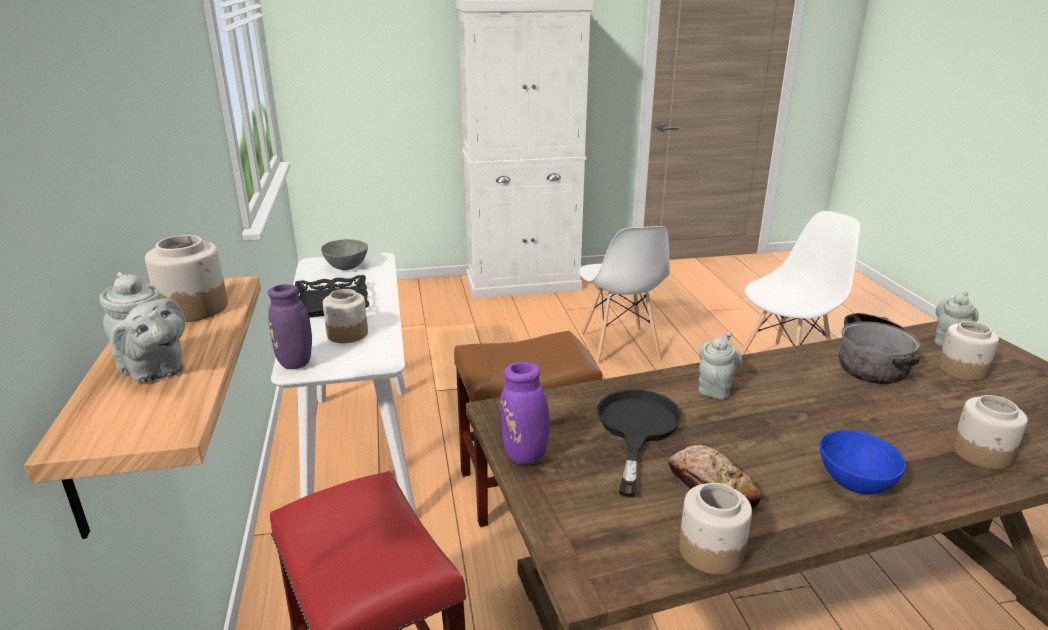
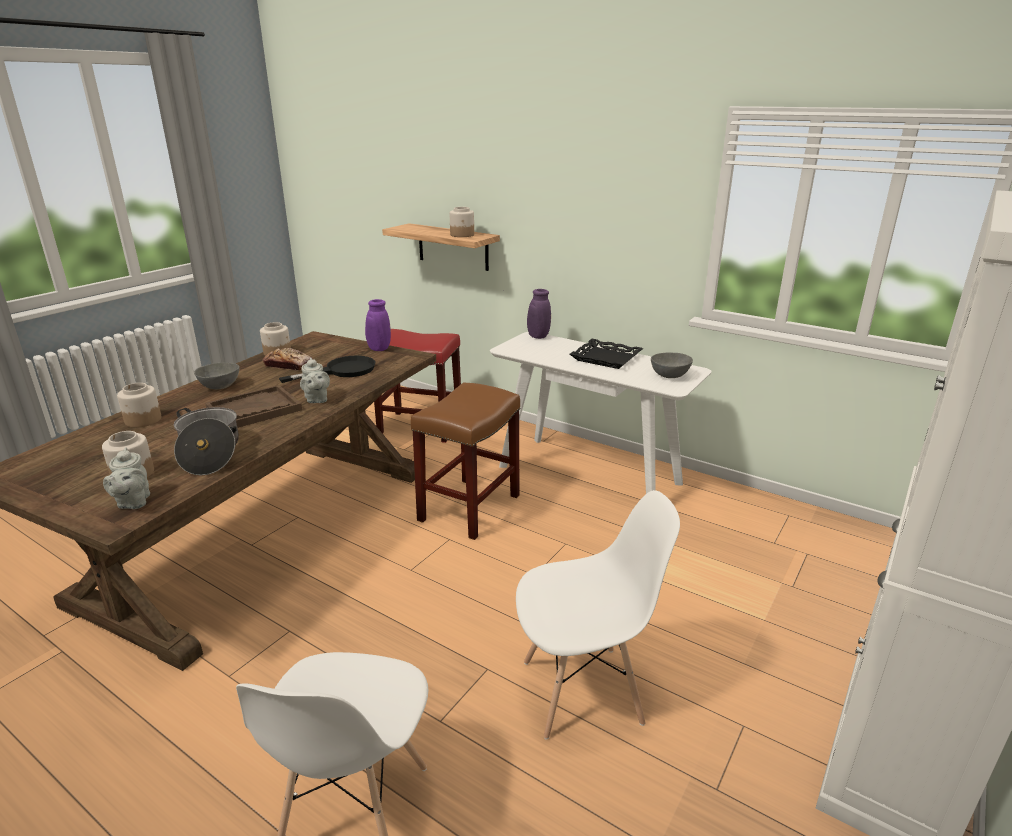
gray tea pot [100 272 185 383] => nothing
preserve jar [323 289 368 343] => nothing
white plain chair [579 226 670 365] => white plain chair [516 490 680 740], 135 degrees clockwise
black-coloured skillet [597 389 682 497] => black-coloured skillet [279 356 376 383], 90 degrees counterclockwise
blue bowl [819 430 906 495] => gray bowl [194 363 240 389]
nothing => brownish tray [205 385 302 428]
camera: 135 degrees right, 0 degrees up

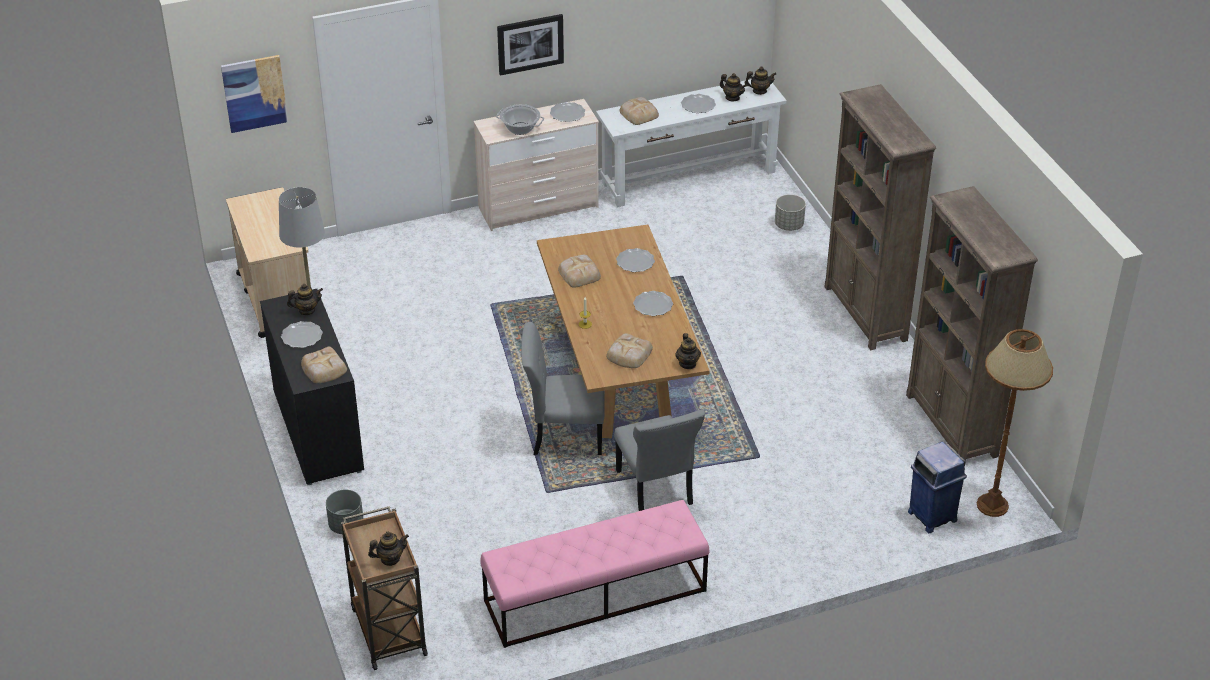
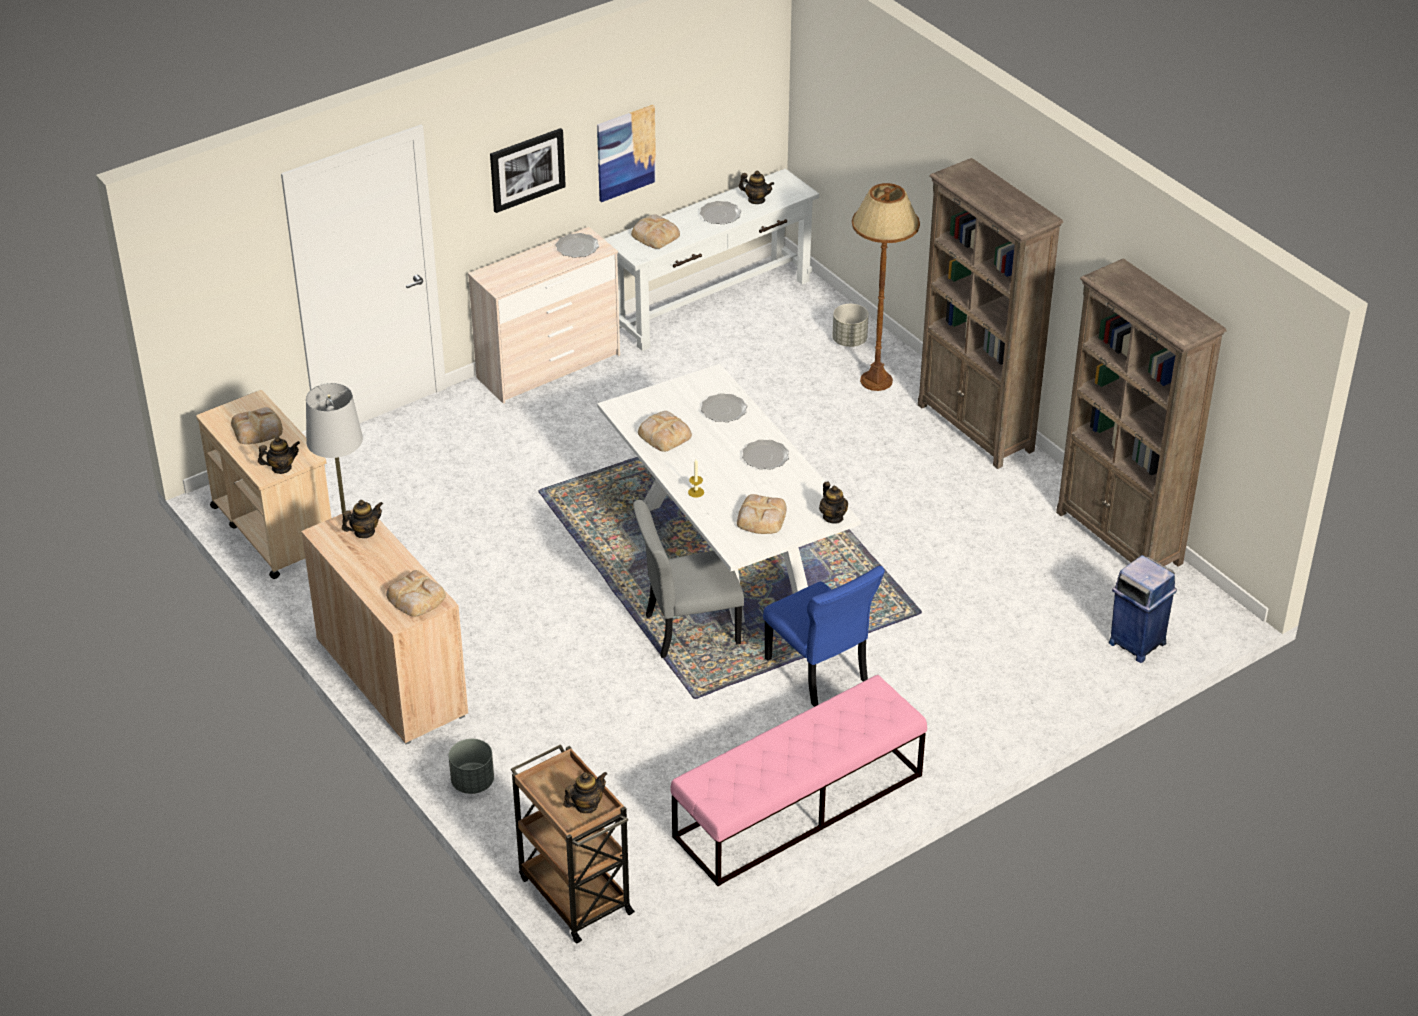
wall picture [221 55 288 133] => wall picture [597 105 656 202], moved
black-coloured cabinet [260 289 364 485] => beige cabinet [301 509 468 745]
dinner plate [281 321 323 348] => nothing
saucepot [496 104 544 135] => nothing
brownish dinner table [537 225 710 438] => white dinner table [597 364 861 624]
gray plain chair [614 410 705 511] => blue plain chair [763 566 885 707]
tea pot [744 67 776 95] => tea pot [258 437 300 474], moved
brownish standing lamp [977 329 1053 517] => brownish standing lamp [852 183 920 391], moved
nothing => baked bread [231 407 283 444]
camera: 15 degrees left, 0 degrees up

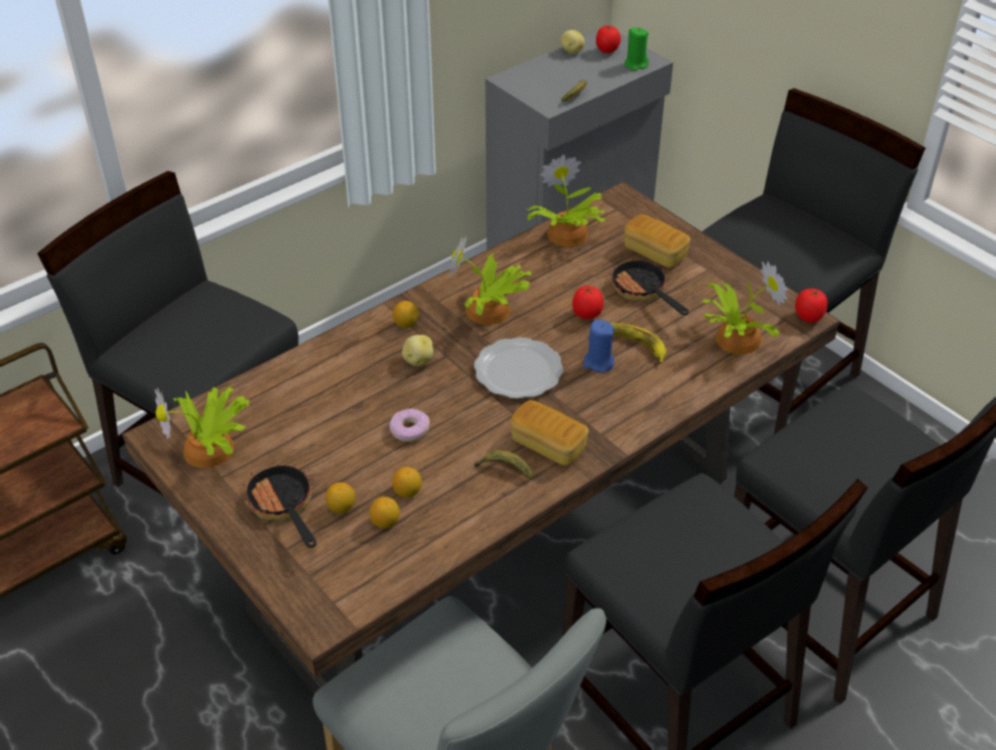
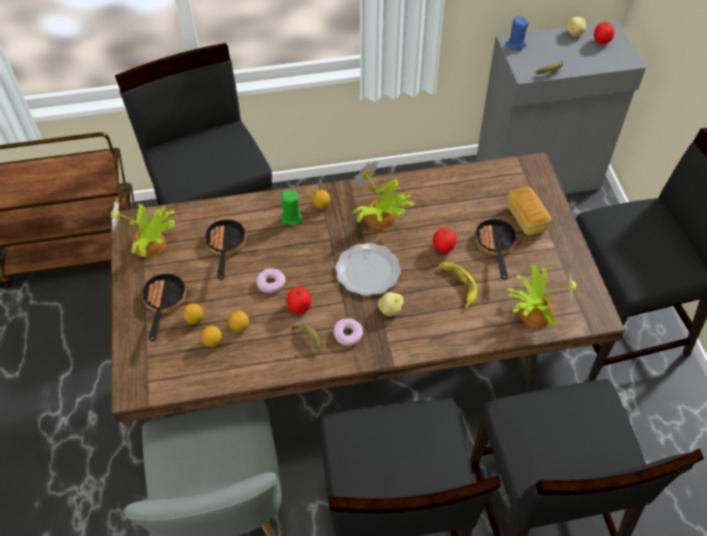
whole potato [402 335 434 366] => whole potato [378 292 404 316], moved
baked bread [511 400 589 465] => ring doughnut [333 319 363 346]
potted plant [527 155 607 247] => nothing
blue wax candle [583 319 615 372] => blue wax candle [505 16 529 50], moved
green wax candle [624 27 649 71] => green wax candle [280 190 303 226], moved
whole tomato [795 289 827 323] => whole tomato [286 287 311 314], moved
nothing => skillet [204 219 246 280]
camera: 30 degrees right, 10 degrees up

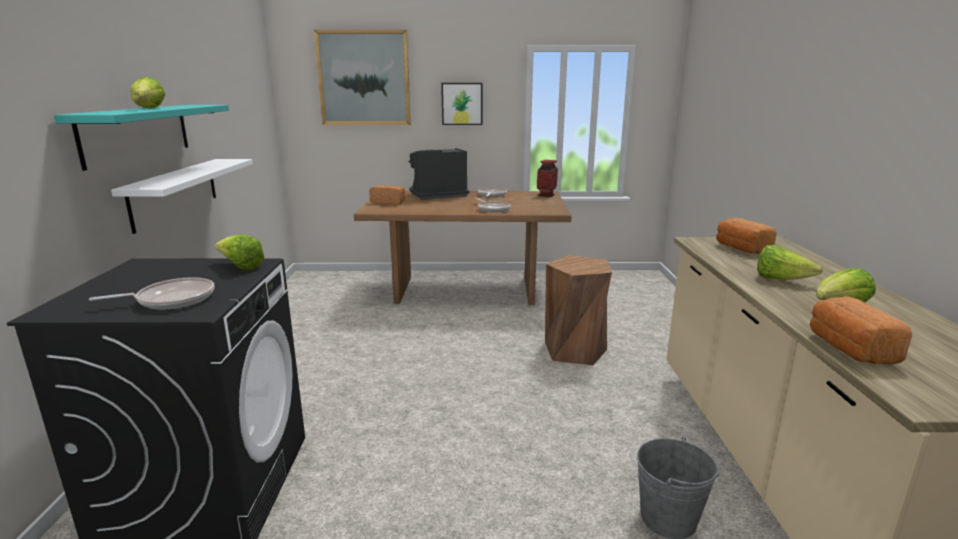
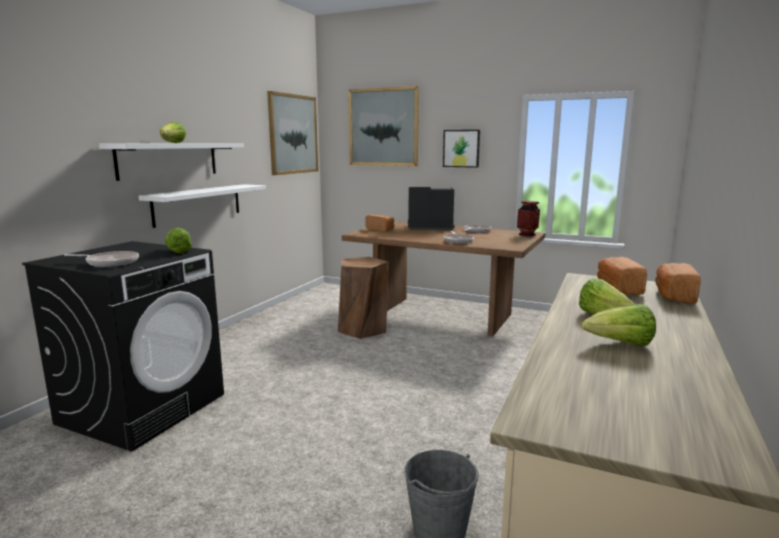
turquoise-coloured bracket shelf [54 105 229 171] => white bracket shelf [99 143 244 181]
brownish sitting stool [545 255 612 365] => brownish sitting stool [338 257 389 339], moved
baked bread [810 296 912 365] => baked bread [655 263 701 303], moved
nothing => wall picture [267 91 318 175]
camera: 25 degrees right, 5 degrees down

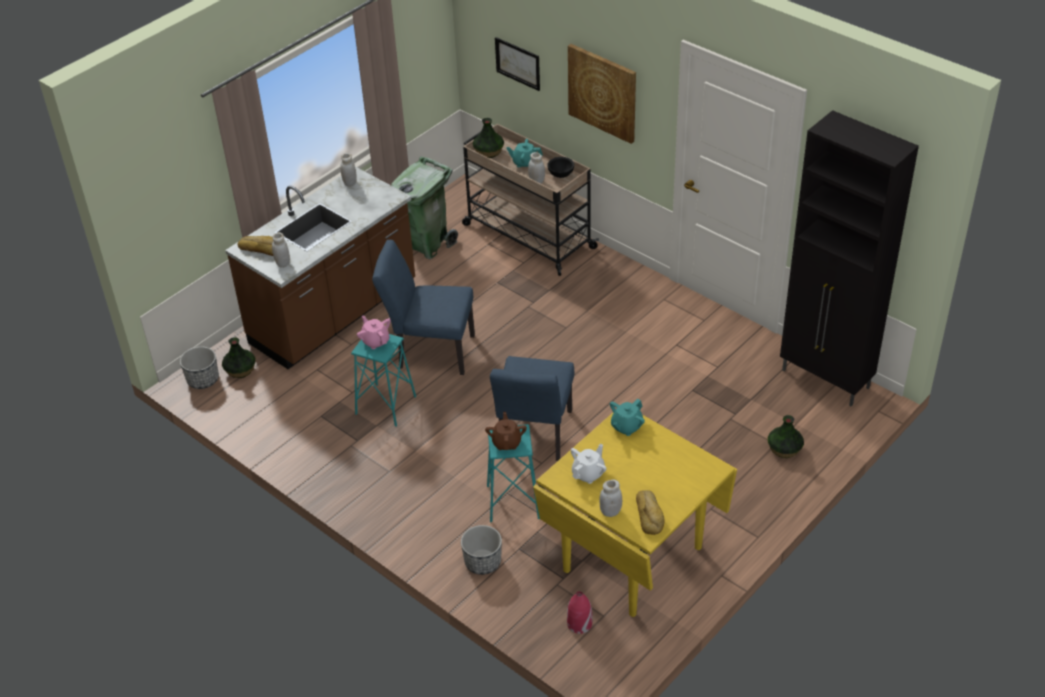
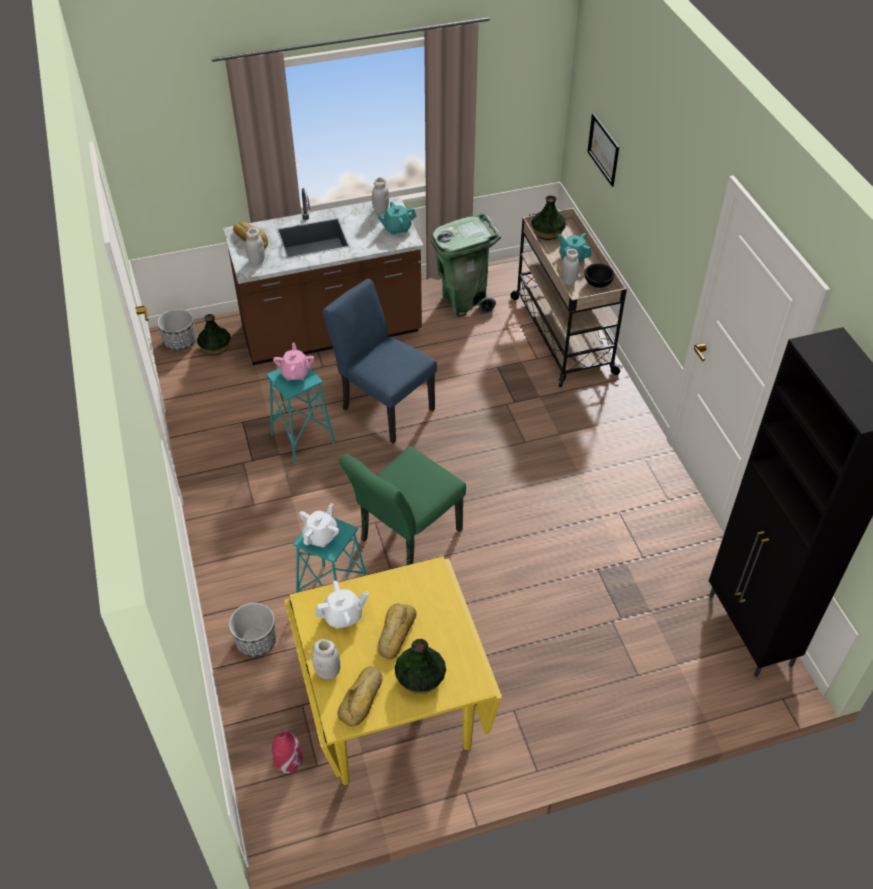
brownish tea pot [485 412 527 450] => white tea pot [299 503 339 547]
blue plain chair [490 356 574 461] => green plain chair [339 446 466 565]
wall picture [568 44 636 144] => nothing
turquoise-coloured tea pot [610 399 645 436] => turquoise-coloured tea pot [377 201 416 235], moved
flower vase [767 415 804 458] => flower vase [394 639 446 694], moved
nothing => baked bread [377 603 417 659]
camera: 30 degrees right, 5 degrees up

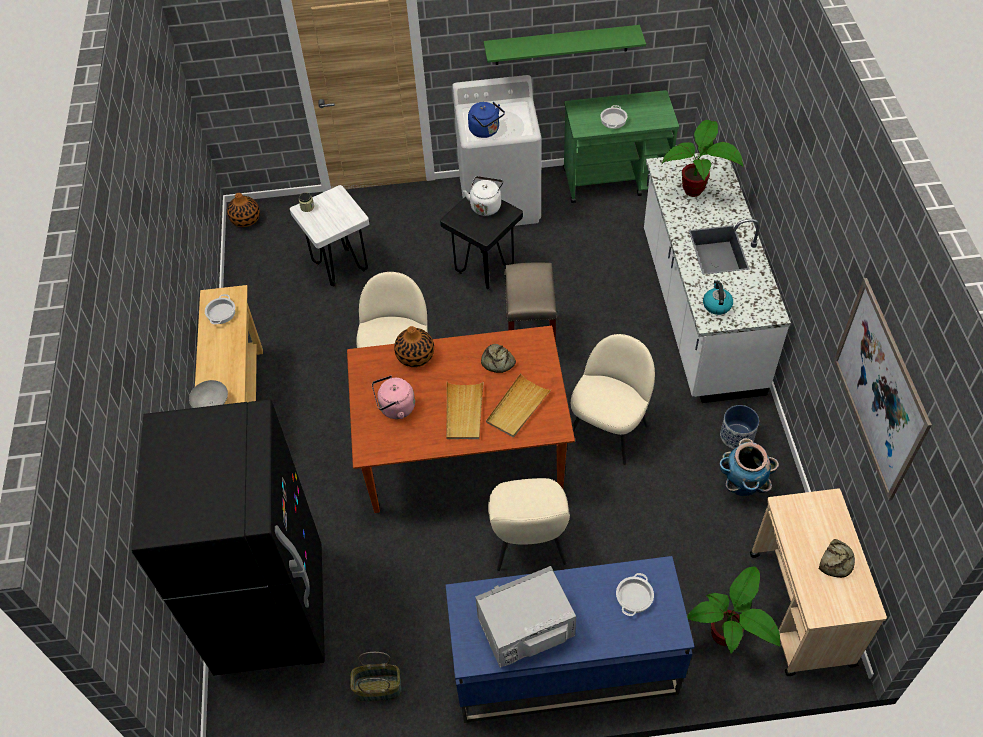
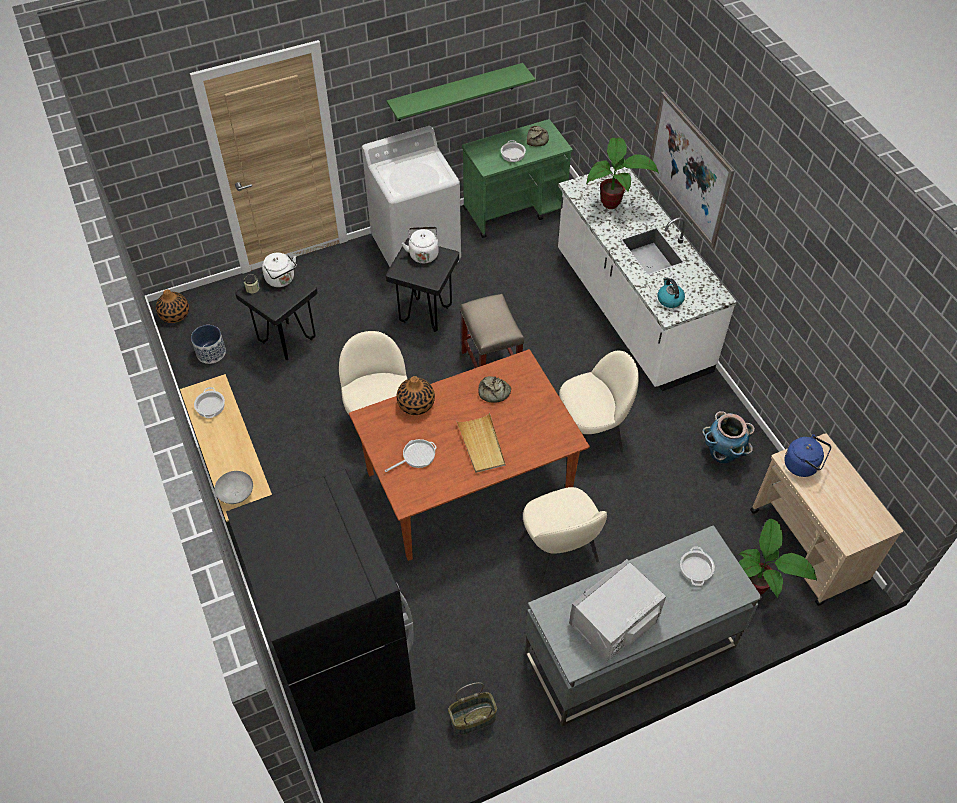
white sitting stool [290 185 369 286] => black-coloured sitting stool [235 272 318 360]
pink water kettle [372 375 415 419] => skillet [384 439 437 472]
blue desk unit [445 556 694 723] => gray desk unit [525 525 762 726]
blue water kettle [468 102 505 138] => blue water kettle [784 434 831 477], moved
beige tray [486 373 552 437] => nothing
beige plain chair [571 334 655 465] => beige plain chair [559 350 639 464], 60 degrees clockwise
flower pot [720 405 759 449] => flower pot [191 325 226 364], moved
baked bread [819 539 855 578] => baked bread [527 126 549 146], moved
wall picture [834 278 932 501] => wall picture [649 92 734 248], moved
nothing => white water kettle [262 253 297 287]
camera: 20 degrees left, 0 degrees up

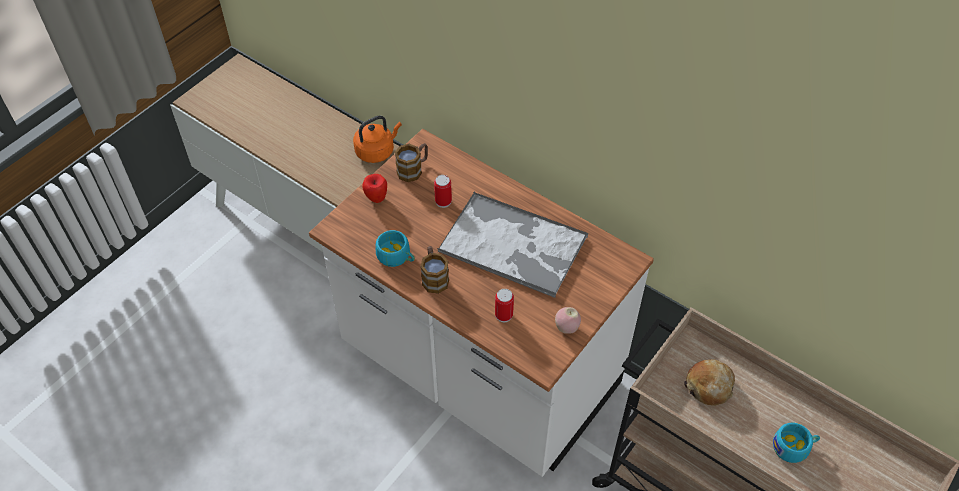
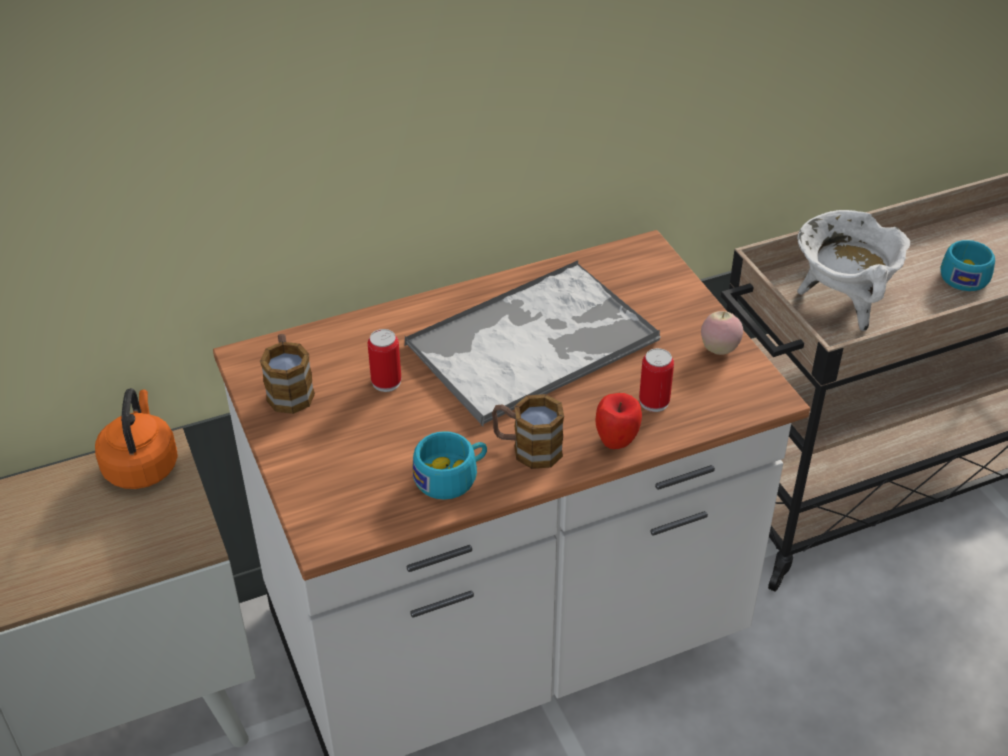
apple fruit [362 174 387 203] => apple fruit [595 393 642 449], moved
baked bread [684 359 735 406] => white saucepot [797 210 910 331]
camera: 60 degrees left, 10 degrees down

